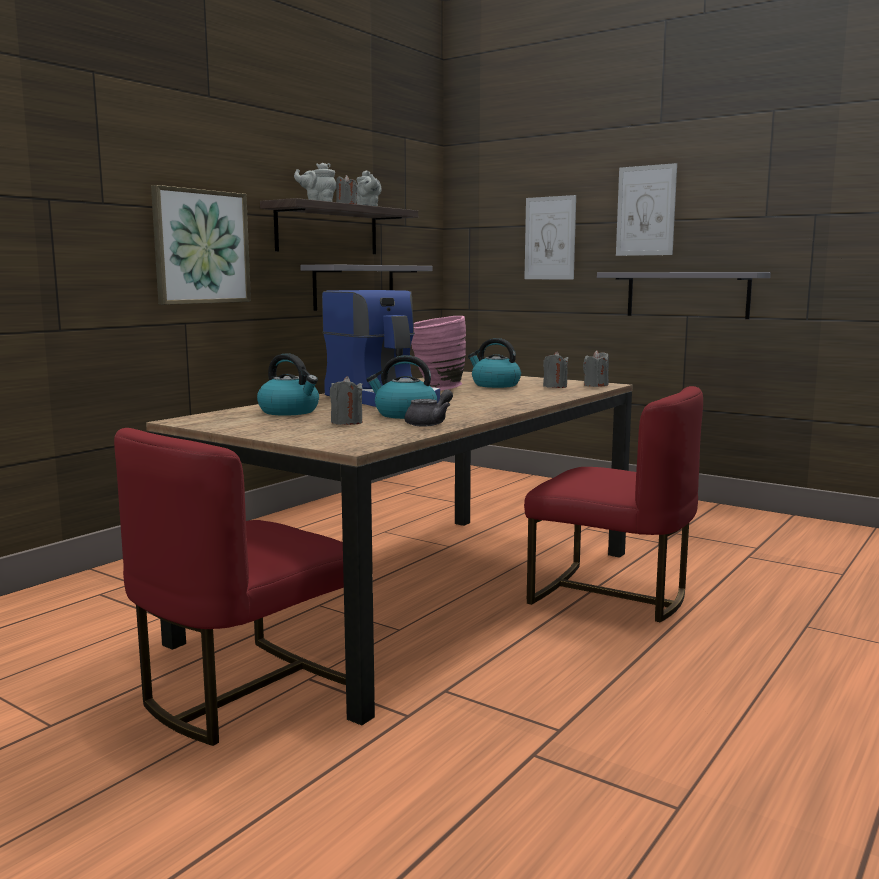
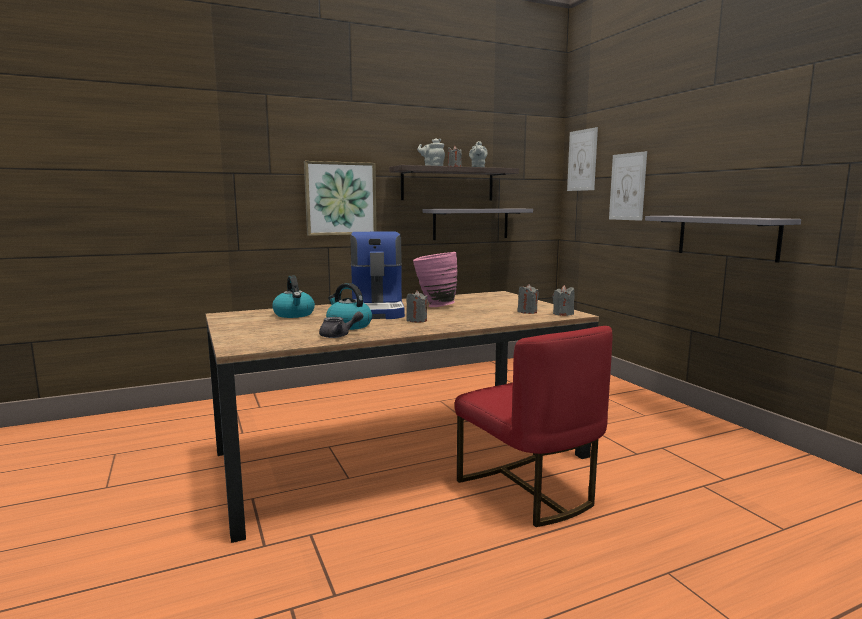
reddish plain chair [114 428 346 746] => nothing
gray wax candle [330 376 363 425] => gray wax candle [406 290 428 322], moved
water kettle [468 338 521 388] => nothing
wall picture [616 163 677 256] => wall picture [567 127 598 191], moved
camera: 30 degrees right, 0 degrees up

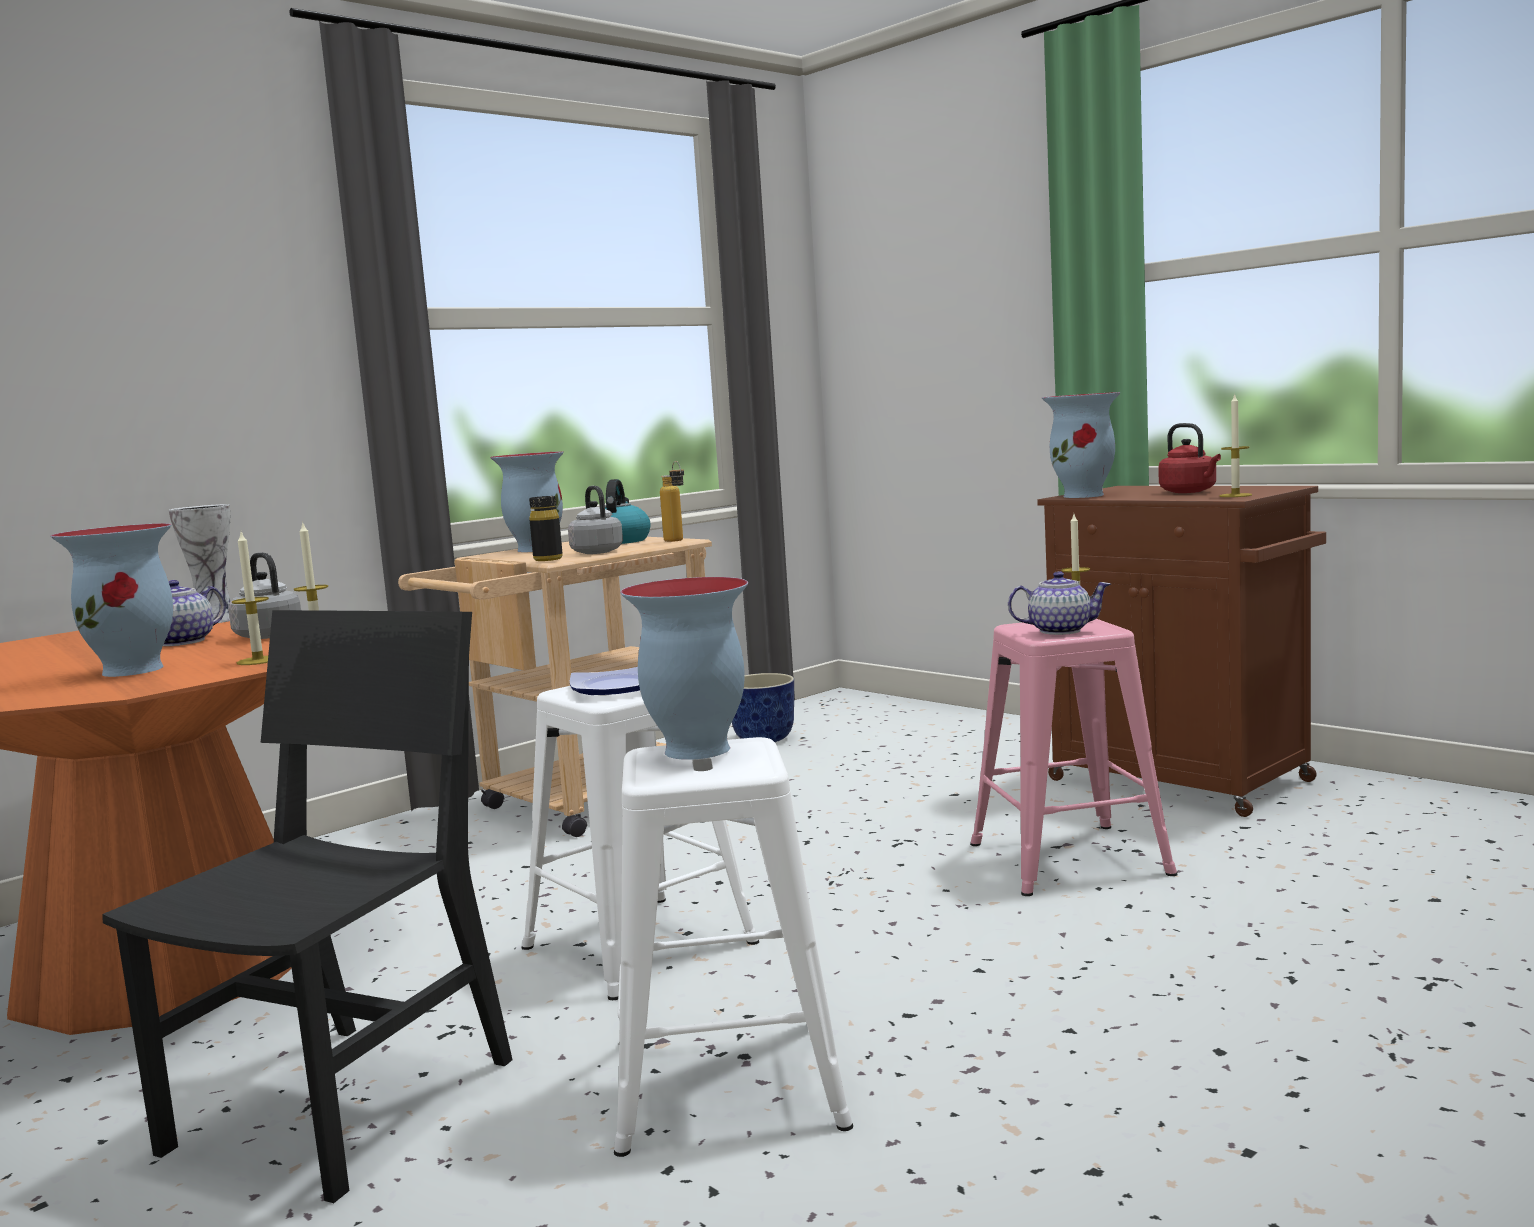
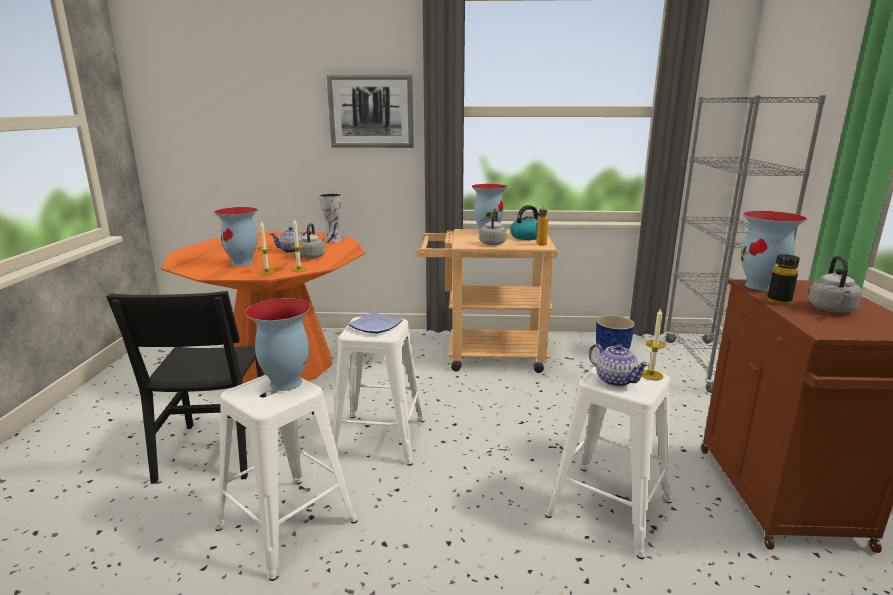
black-coloured plain chair [102 610 513 1203] => black-coloured plain chair [106 291 266 484], 105 degrees clockwise
black-coloured drink bottle [529 496 563 561] => black-coloured drink bottle [767 254 800 305], moved
pink sitting stool [970 619 1178 896] => white sitting stool [545 366 672 559]
reddish water kettle [1158 423 1221 493] => gray water kettle [808 256 862 312]
wax candle [1219 393 1252 497] => nothing
nothing => wall picture [327 74 414 148]
nothing => gray bookcase [664 95 826 393]
camera: 45 degrees right, 10 degrees up

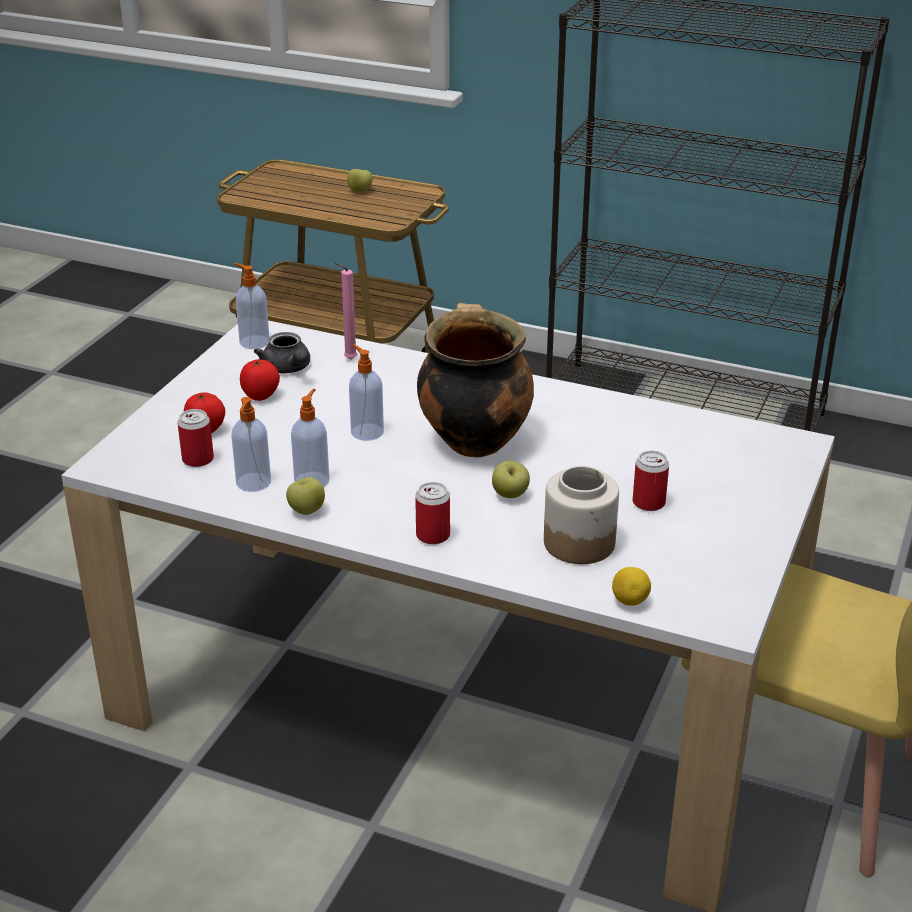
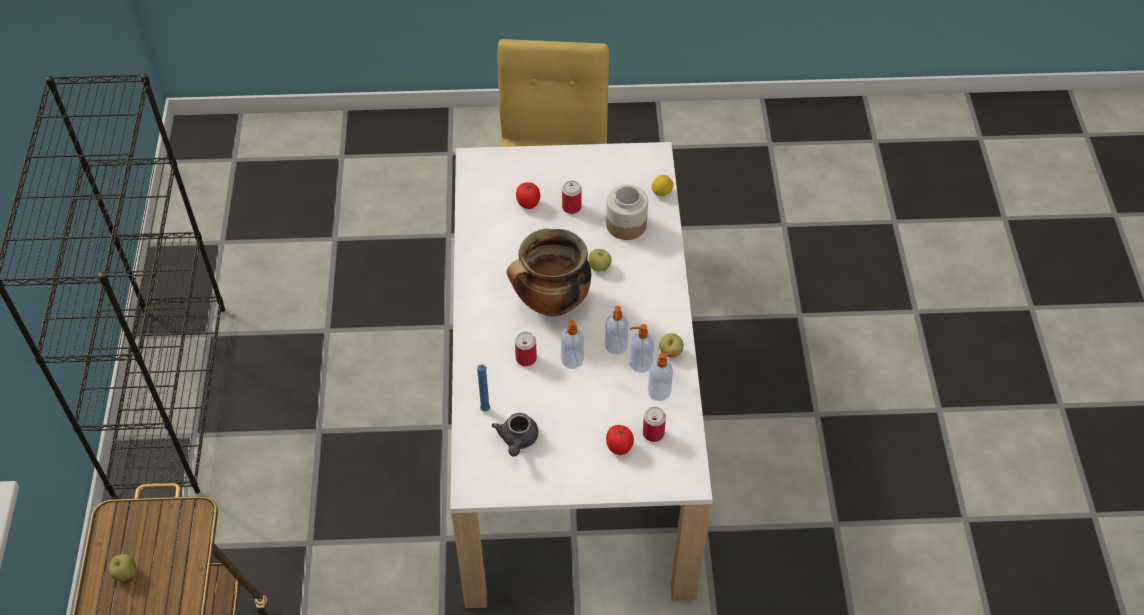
liquid soap bottle [234 263 270 349] => liquid soap bottle [605 306 629 355], moved
whole tomato [240 359 280 401] => whole tomato [516 182 540 209], moved
gray tea pot [254 332 310 374] => gray tea pot [492 413 538 456], 150 degrees clockwise
pink wax candle [335 263 357 360] => blue wax candle [477 364 490 412]
metal can [415 482 450 544] => metal can [515 332 537 366], moved
camera: 115 degrees left, 20 degrees up

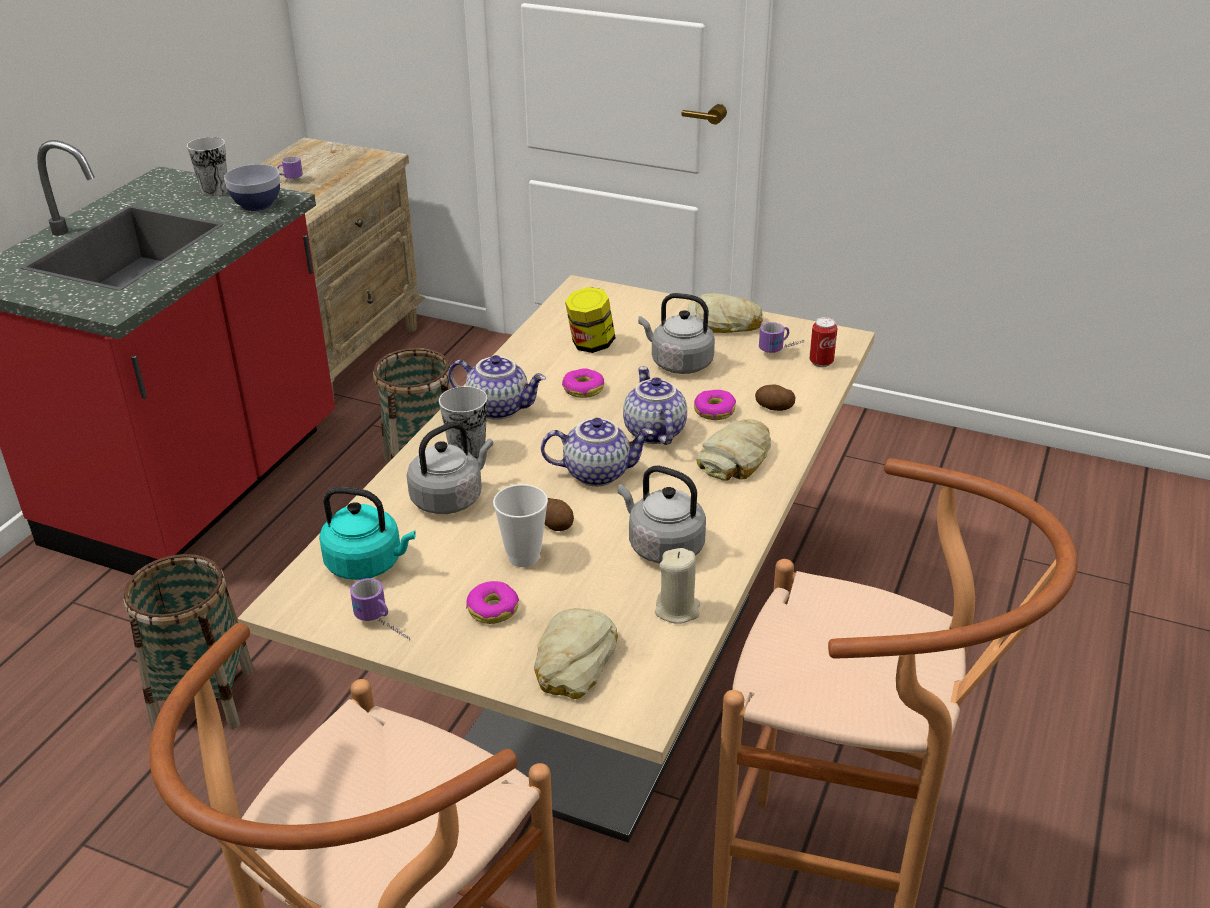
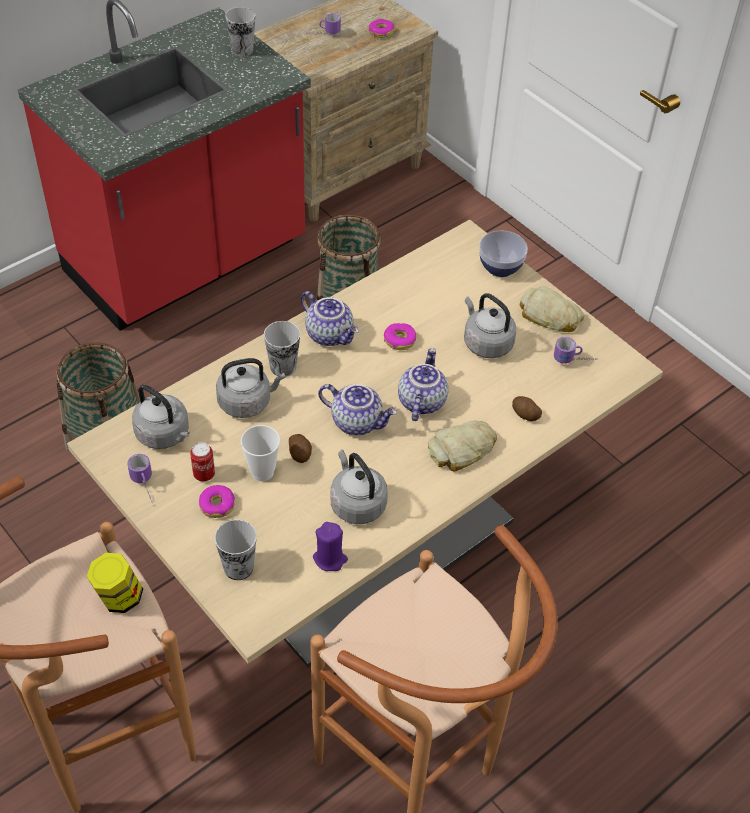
bowl [224 164 280 211] => bowl [479 231 528 277], moved
turquoise-coloured water kettle [319 487 416 580] => gray water kettle [132 385 190 449]
baked bread [534 608 618 699] => small cup [215 520 257 580]
preserve jar [565 287 615 353] => preserve jar [87 553 143 613], moved
beige wax candle [655 548 700 624] => purple wax candle [313 522 348 571]
ring doughnut [694 390 736 420] => ring doughnut [369 19 394 38], moved
metal can [809 317 837 367] => metal can [190 442 215 481], moved
camera: 25 degrees right, 15 degrees up

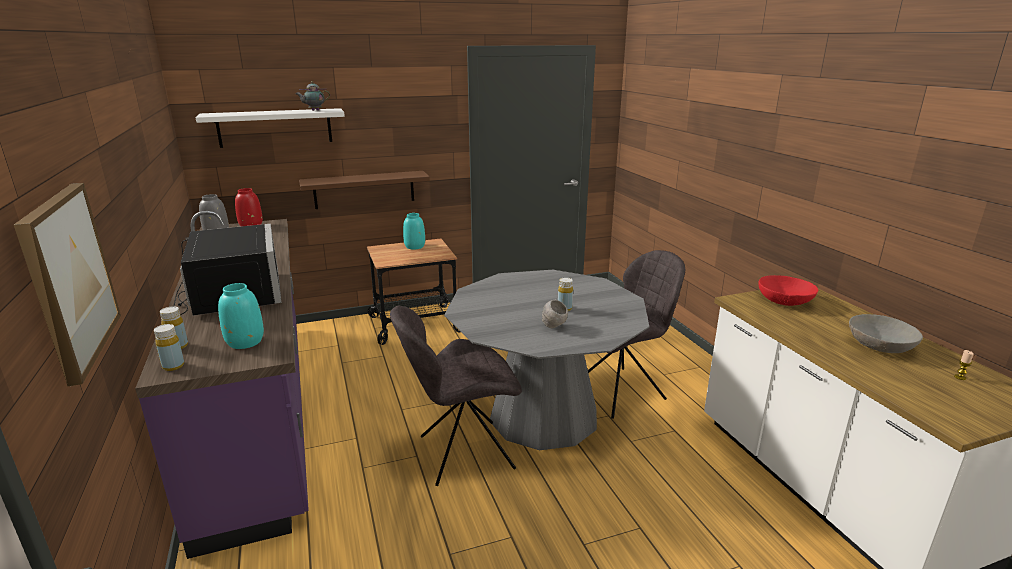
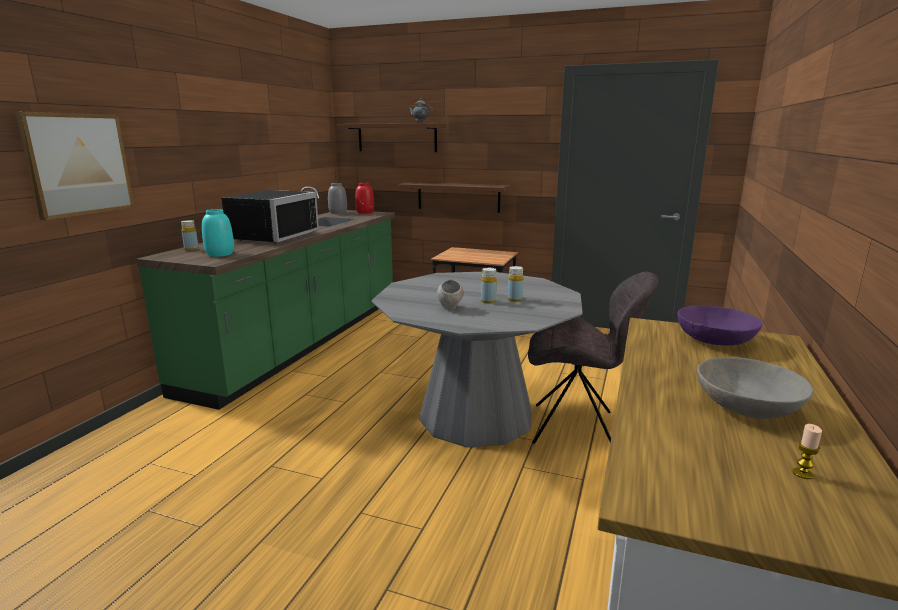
purple kitchen counter [135 211 309 559] => green kitchen counter [136 186 395 410]
yellow-coloured drink bottle [154 324 184 371] => yellow-coloured drink bottle [507 266 524 302], moved
white bracket shelf [196 108 345 148] => brownish bracket shelf [337 123 446 152]
gray plain chair [390 306 522 486] => nothing
turquoise-coloured flower vase [403 213 425 250] => nothing
reddish bowl [758 275 818 306] => purple bowl [677 305 763 346]
camera: 40 degrees right, 5 degrees down

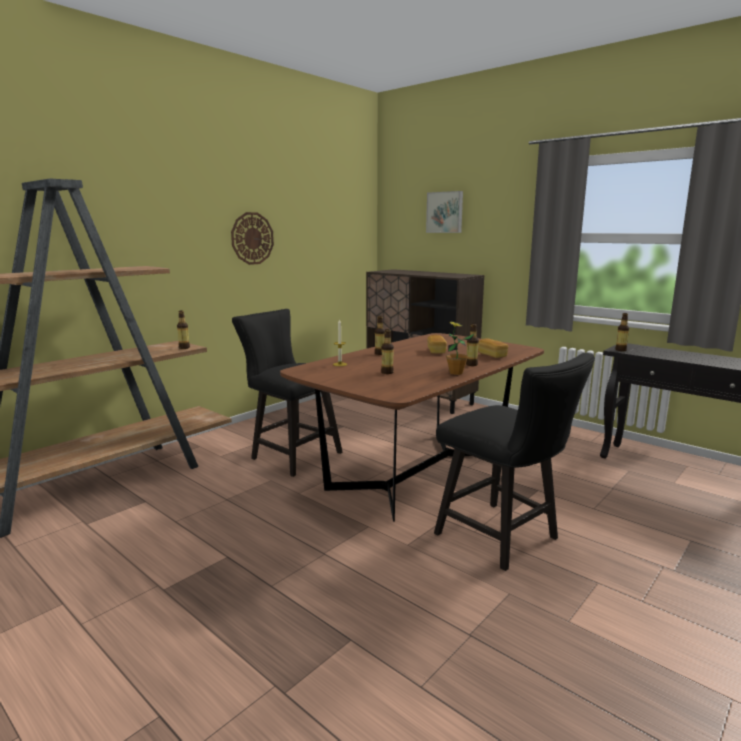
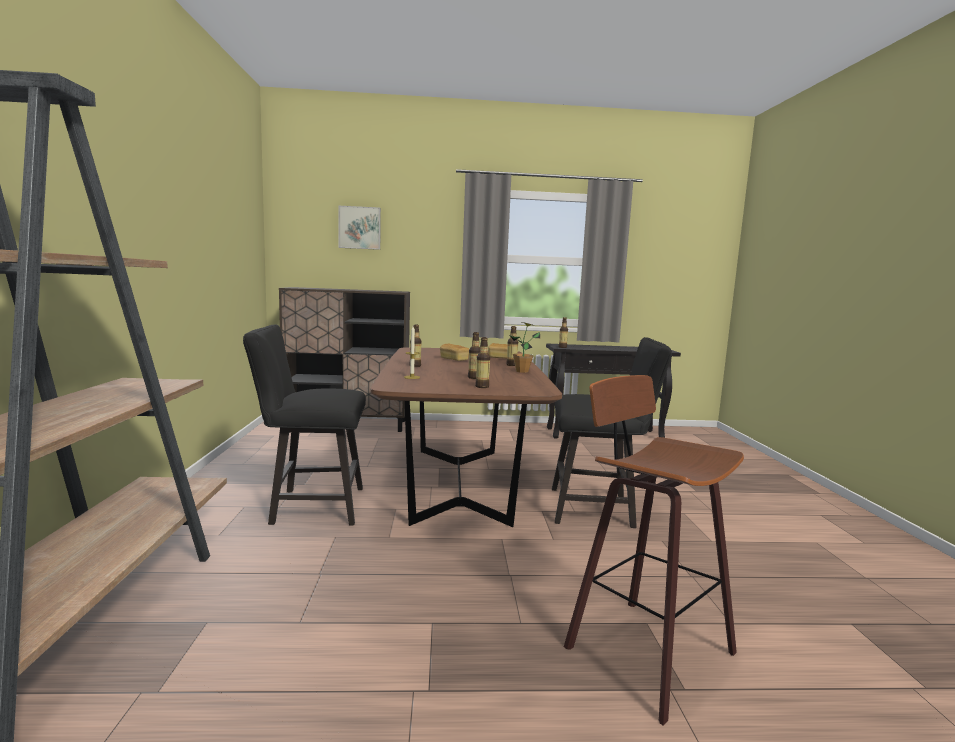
drink bottle [177 310 190 349] => drink bottle [475 337 490 388], moved
hanging clock [231 212 274 265] => nothing
nothing => sitting stool [564 375 744 726]
camera: 45 degrees left, 5 degrees down

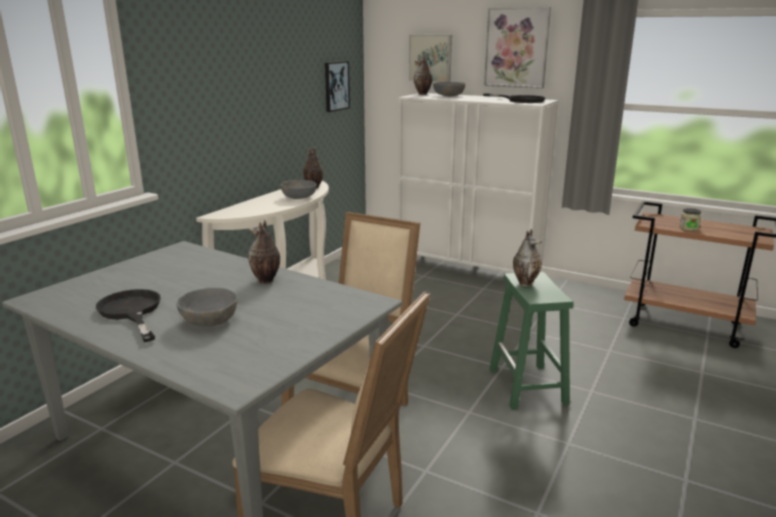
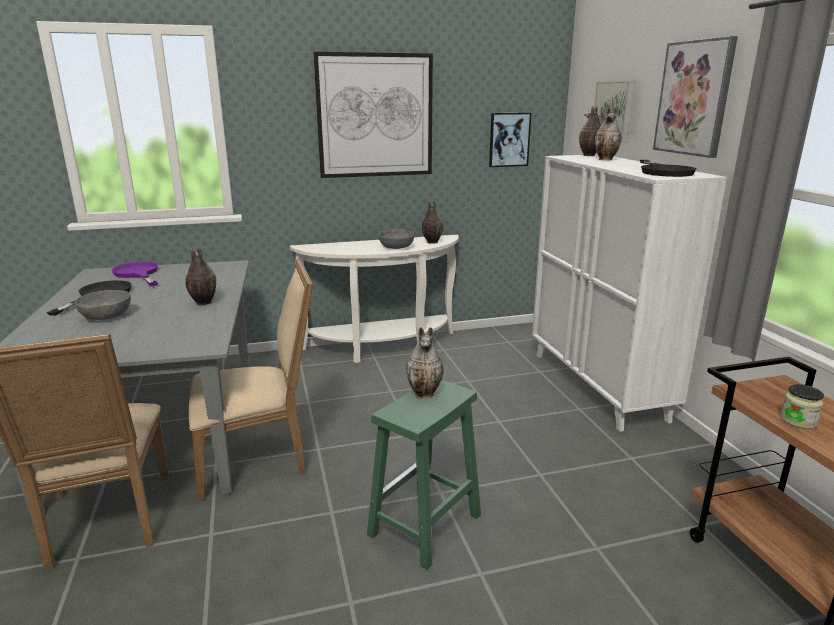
gray bowl [433 82 465 96] => flower vase [594 107 621 160]
nothing => purple skillet [111 262 158 287]
nothing => wall picture [313 52 433 178]
camera: 45 degrees right, 0 degrees up

